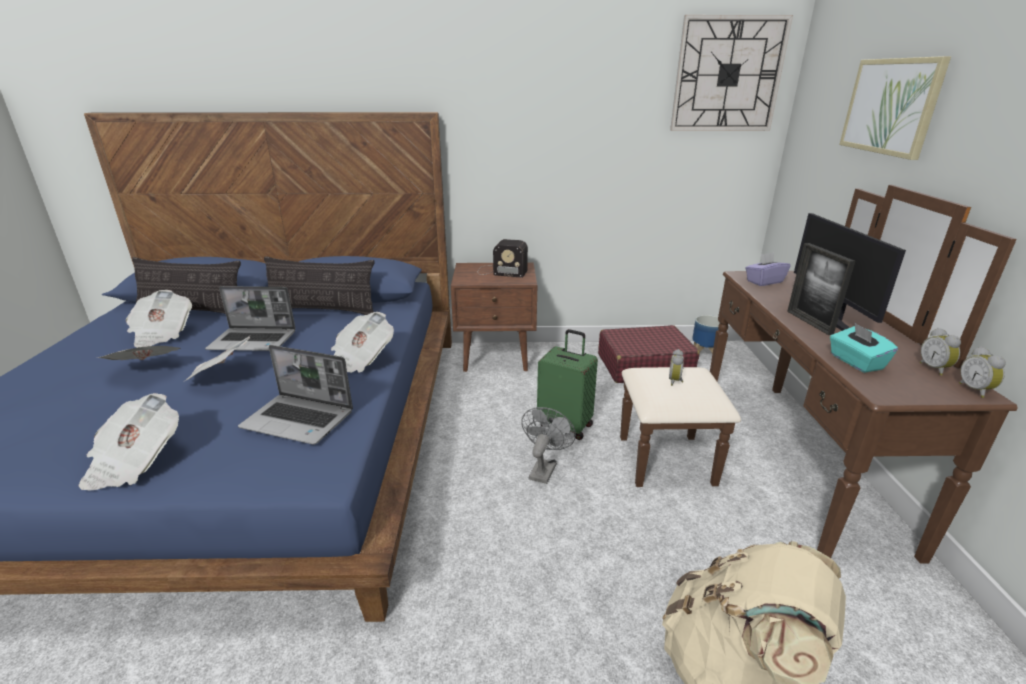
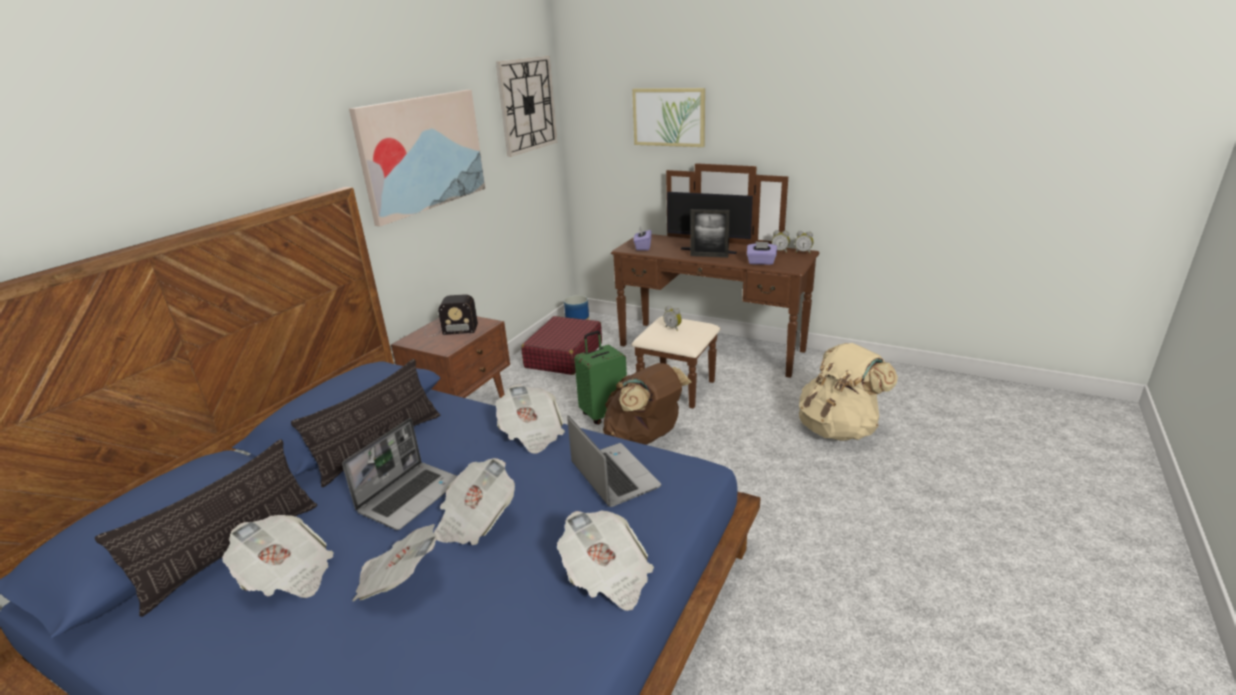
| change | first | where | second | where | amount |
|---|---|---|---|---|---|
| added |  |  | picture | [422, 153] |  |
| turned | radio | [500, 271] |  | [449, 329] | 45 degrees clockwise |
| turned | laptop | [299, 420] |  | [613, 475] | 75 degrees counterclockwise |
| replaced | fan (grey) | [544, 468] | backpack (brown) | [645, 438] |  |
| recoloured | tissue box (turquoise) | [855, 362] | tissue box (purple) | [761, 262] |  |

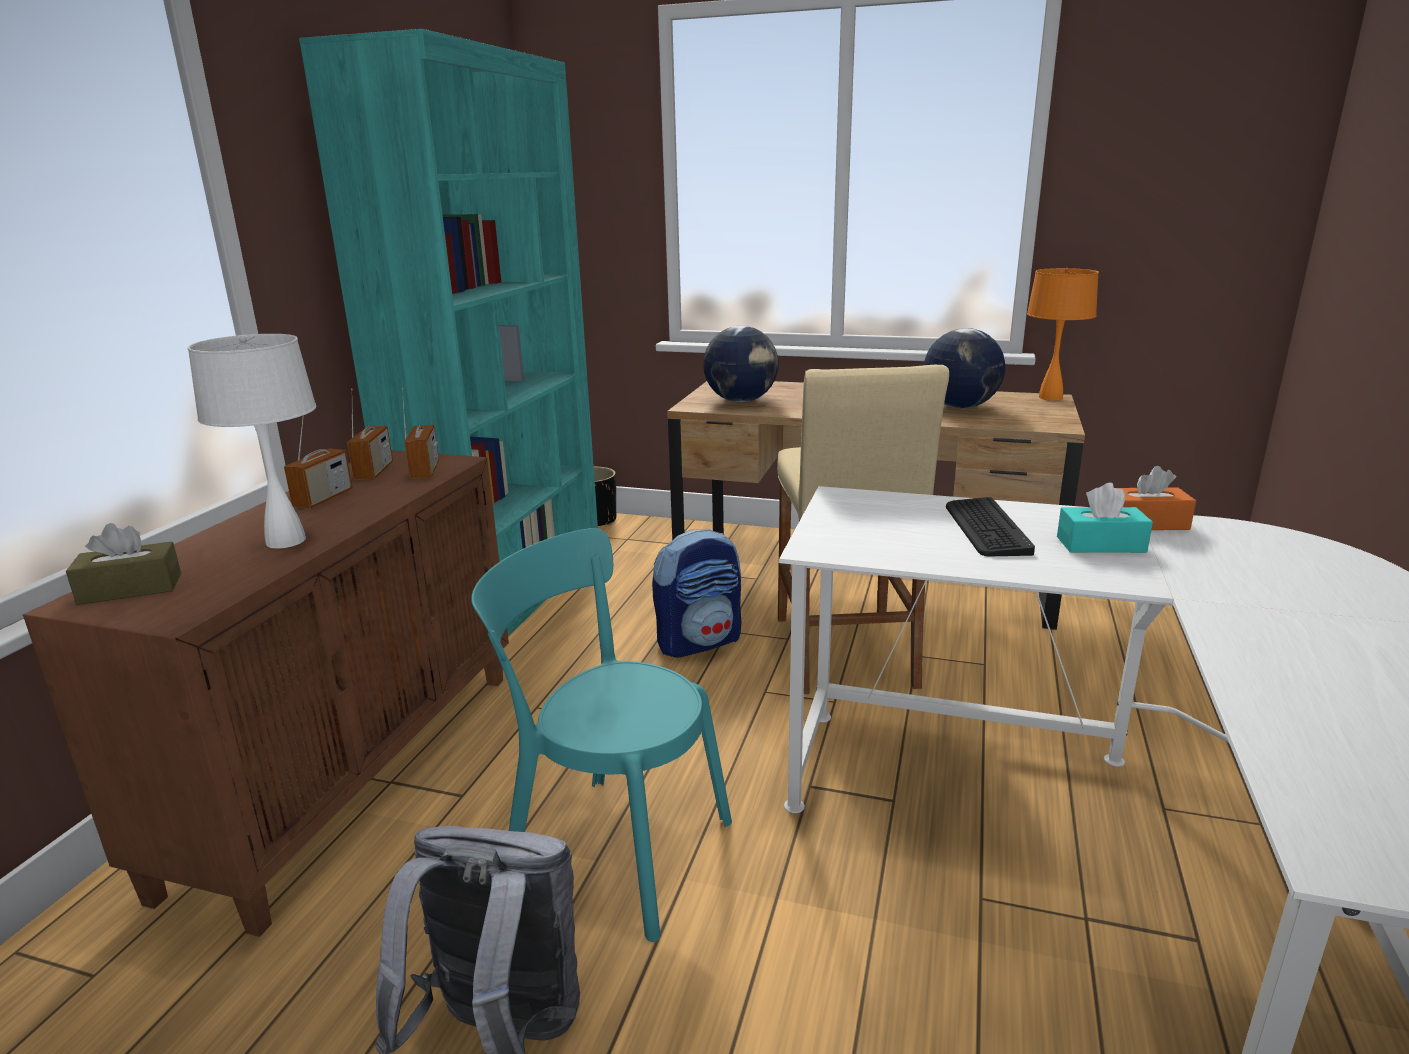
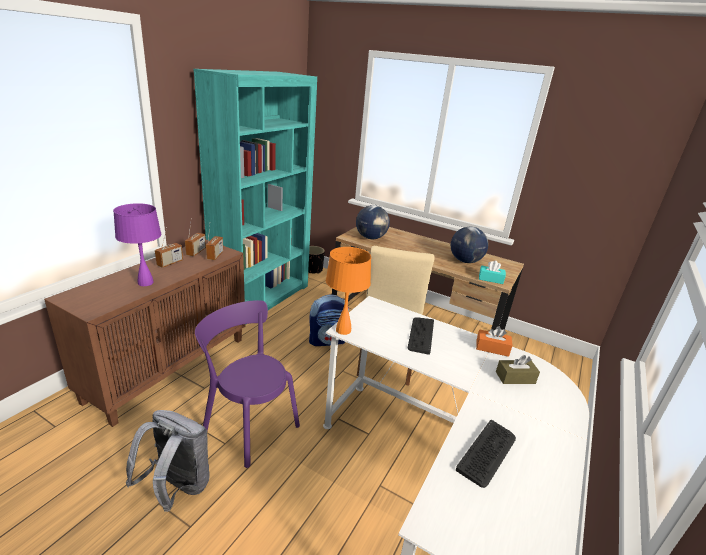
| change | first | where | second | where | amount |
|---|---|---|---|---|---|
| recoloured | table lamp (white) | [285, 541] | table lamp (purple) | [145, 282] |  |
| recoloured | chair (turquoise) | [611, 848] | chair (purple) | [249, 425] |  |
| moved | table lamp (orange) | [1050, 397] |  | [343, 330] |  |
| added |  |  | keyboard | [487, 453] |  |
| moved | tissue box (turquoise) | [1101, 544] |  | [490, 279] |  |
| moved | tissue box (brown) | [130, 589] |  | [515, 377] |  |

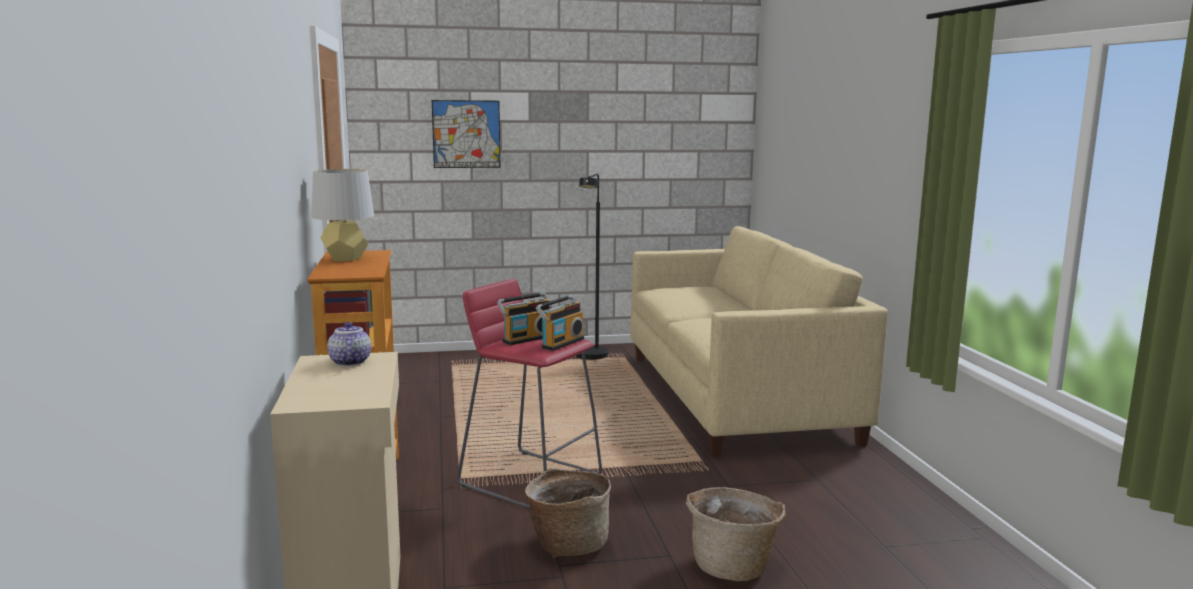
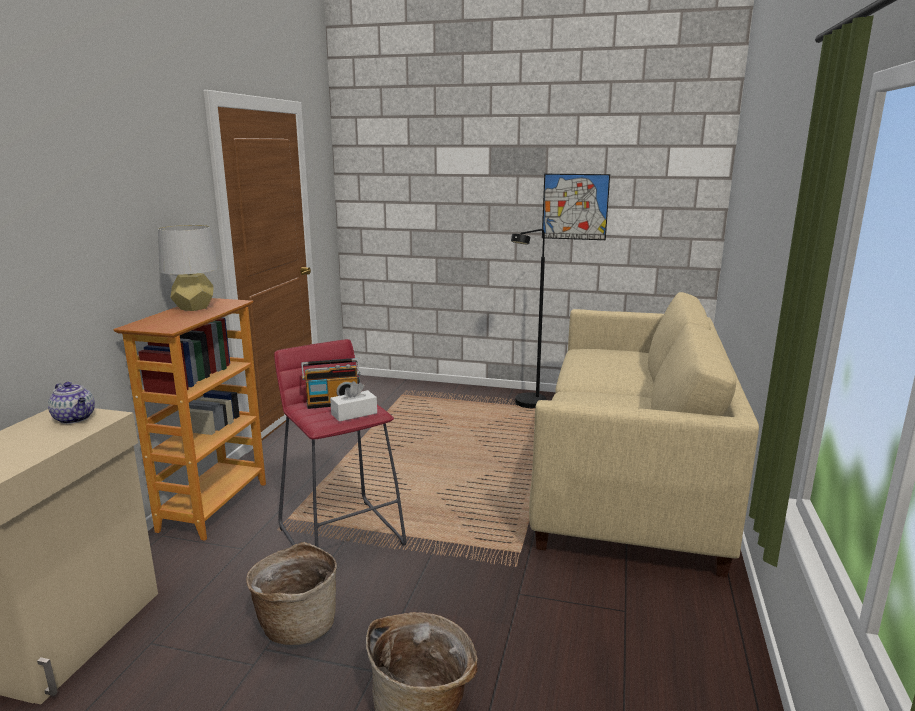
| change | first | where | second | where | amount |
|---|---|---|---|---|---|
| turned | teapot | [349, 362] |  | [75, 418] | 120 degrees clockwise |
| replaced | radio | [561, 343] | tissue box (white) | [354, 413] |  |
| moved | picture | [466, 134] |  | [575, 206] |  |

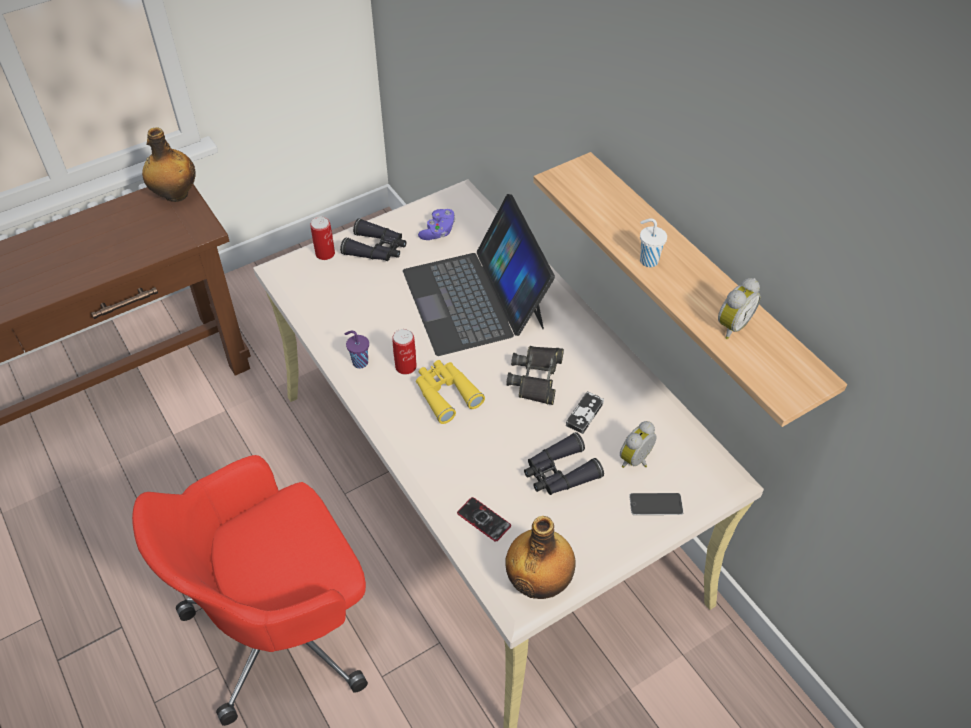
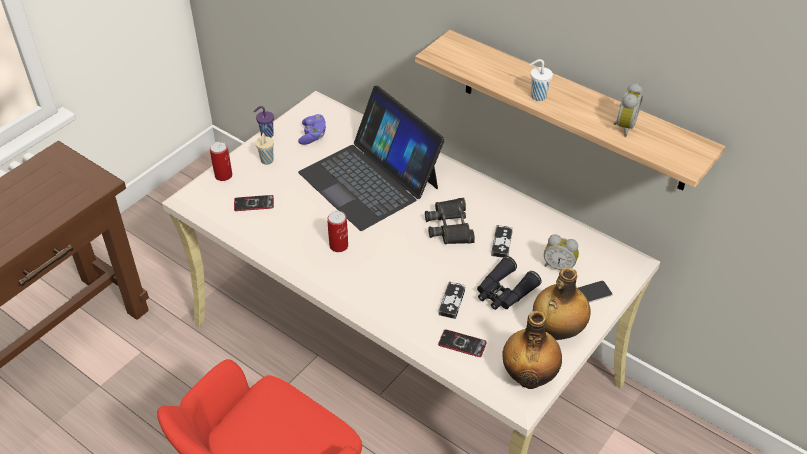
| change | first | where | second | where | amount |
|---|---|---|---|---|---|
| added |  |  | phone | [254, 203] |  |
| moved | cup (purple) | [359, 362] |  | [266, 135] |  |
| replaced | binoculars (black) | [376, 249] | cup (beige) | [267, 161] |  |
| added |  |  | game controller | [452, 301] |  |
| moved | bottle | [175, 195] |  | [557, 331] |  |
| turned | alarm clock | [637, 461] |  | [559, 266] | 90 degrees counterclockwise |
| removed | binoculars (yellow) | [446, 394] |  |  |  |

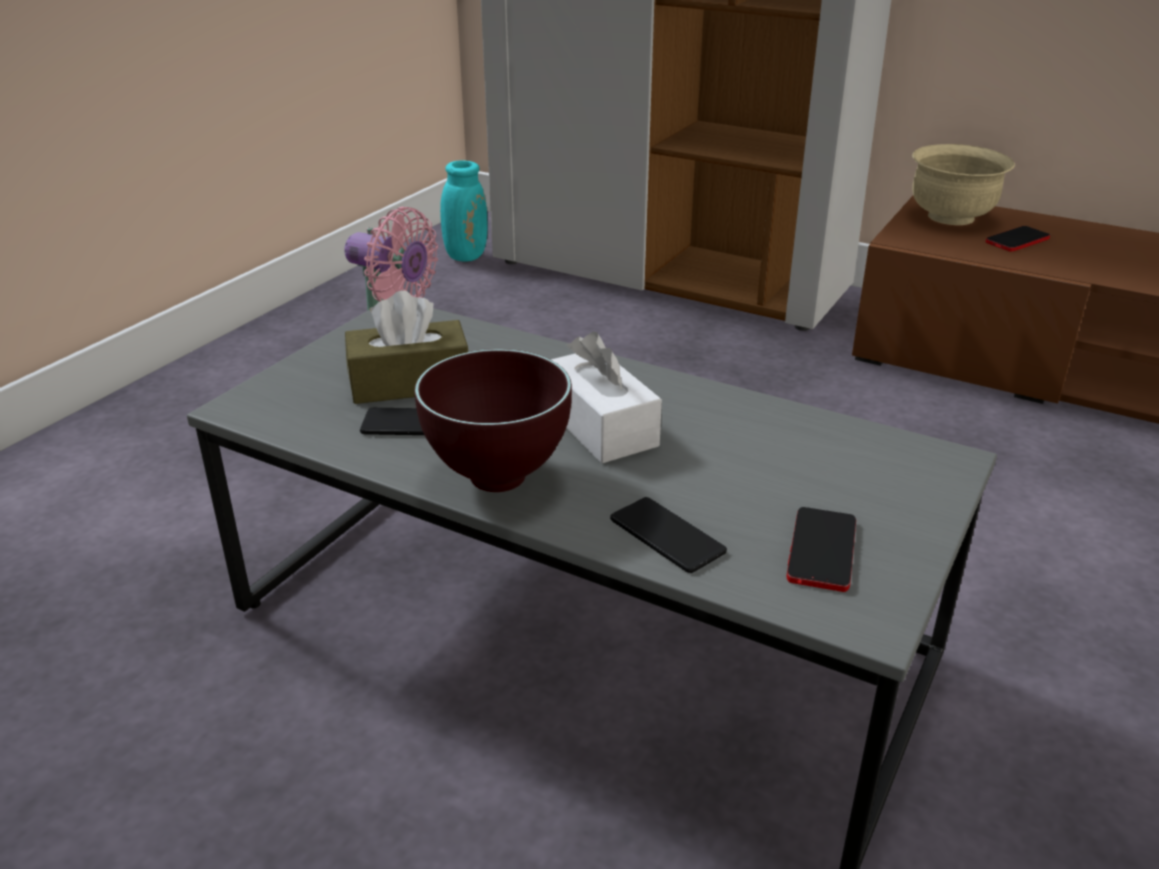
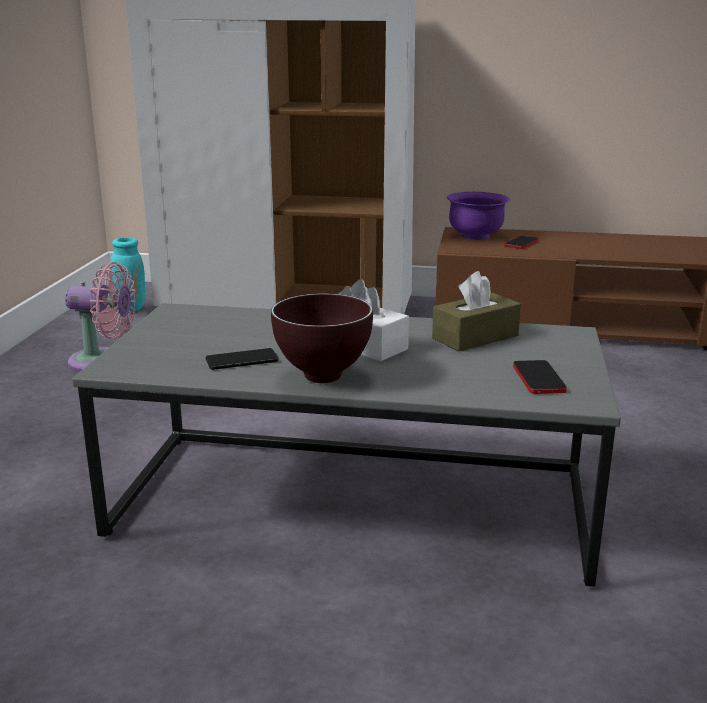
| change | first | where | second | where | amount |
|---|---|---|---|---|---|
| moved | tissue box (brown) | [409, 383] |  | [475, 337] |  |
| recoloured | bowl (beige) | [950, 217] | bowl (purple) | [475, 236] |  |
| removed | phone | [667, 536] |  |  |  |

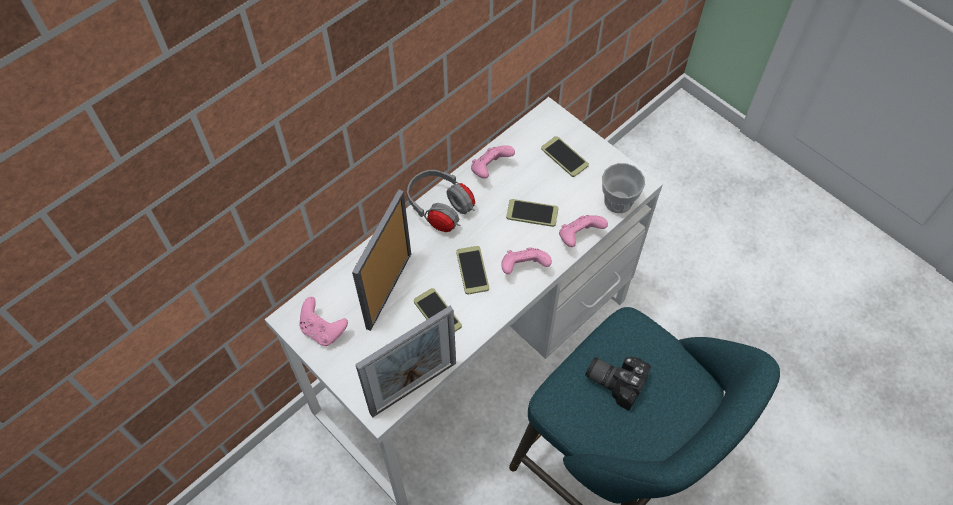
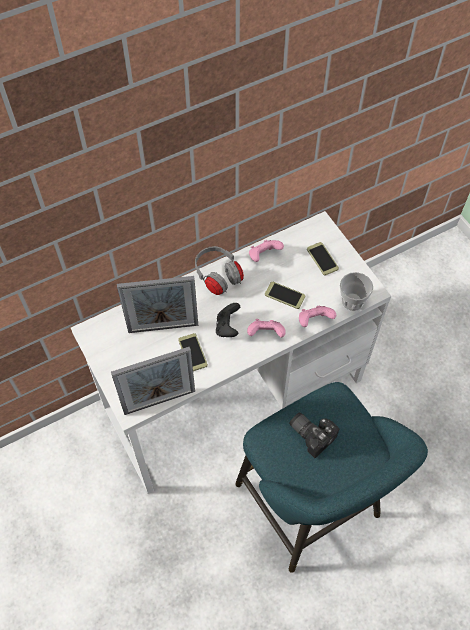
| change | first | where | second | where | amount |
|---|---|---|---|---|---|
| turned | picture frame | [389, 290] |  | [163, 327] | 135 degrees counterclockwise |
| replaced | phone | [472, 270] | game controller (black) | [227, 327] |  |
| removed | game controller (pink) | [323, 330] |  |  |  |

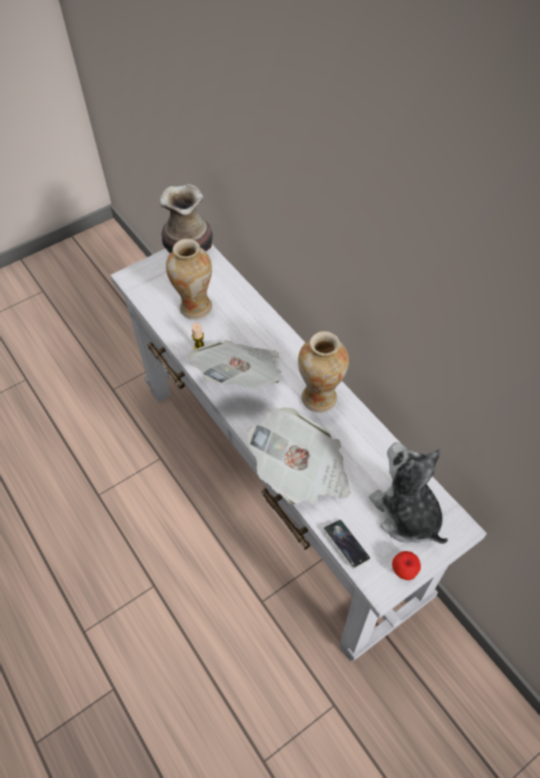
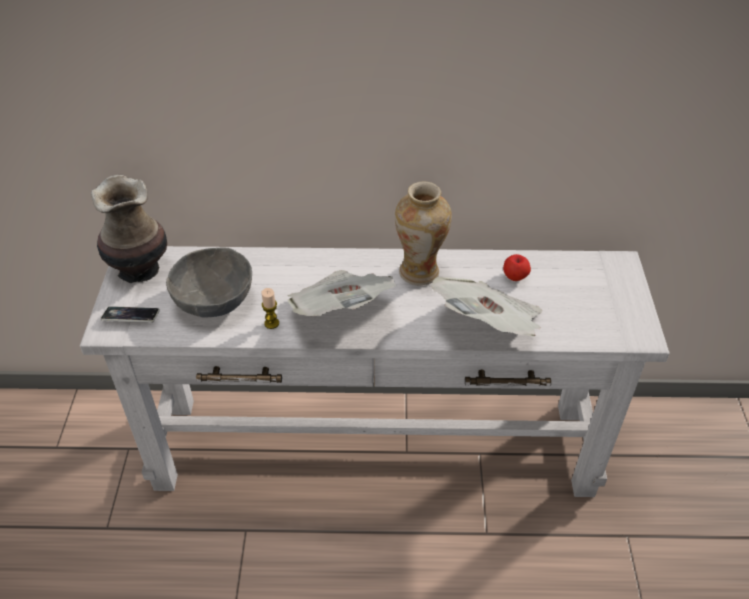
| change | first | where | second | where | amount |
|---|---|---|---|---|---|
| moved | phone | [346, 545] |  | [131, 317] |  |
| replaced | vase | [195, 307] | bowl (grey) | [214, 300] |  |
| moved | apple | [404, 570] |  | [515, 277] |  |
| removed | plush toy | [406, 513] |  |  |  |

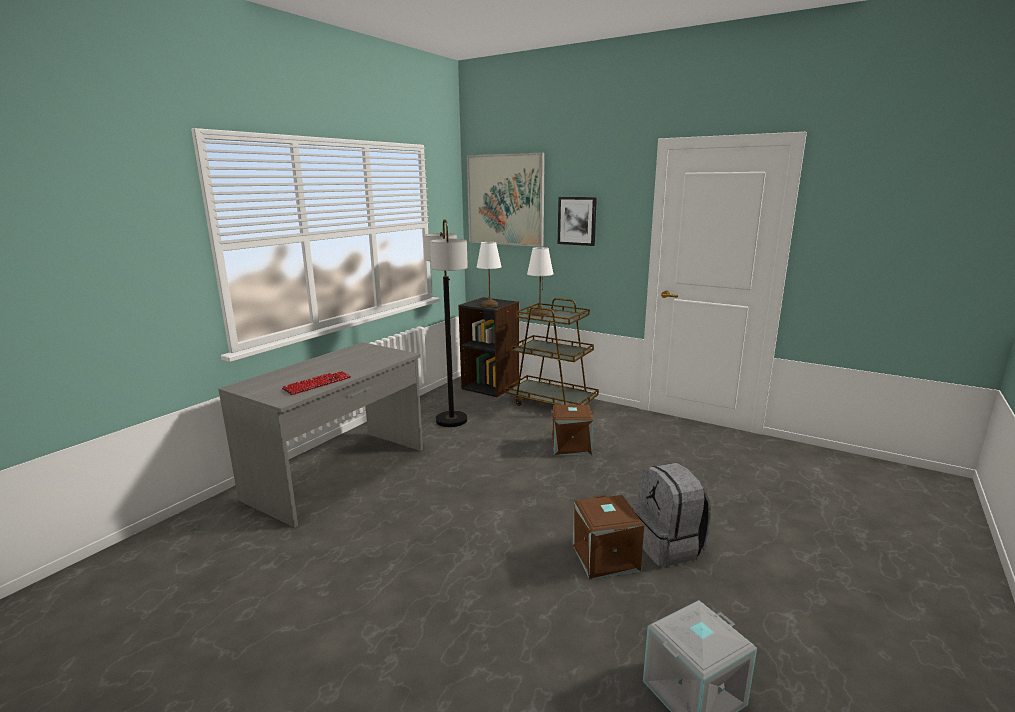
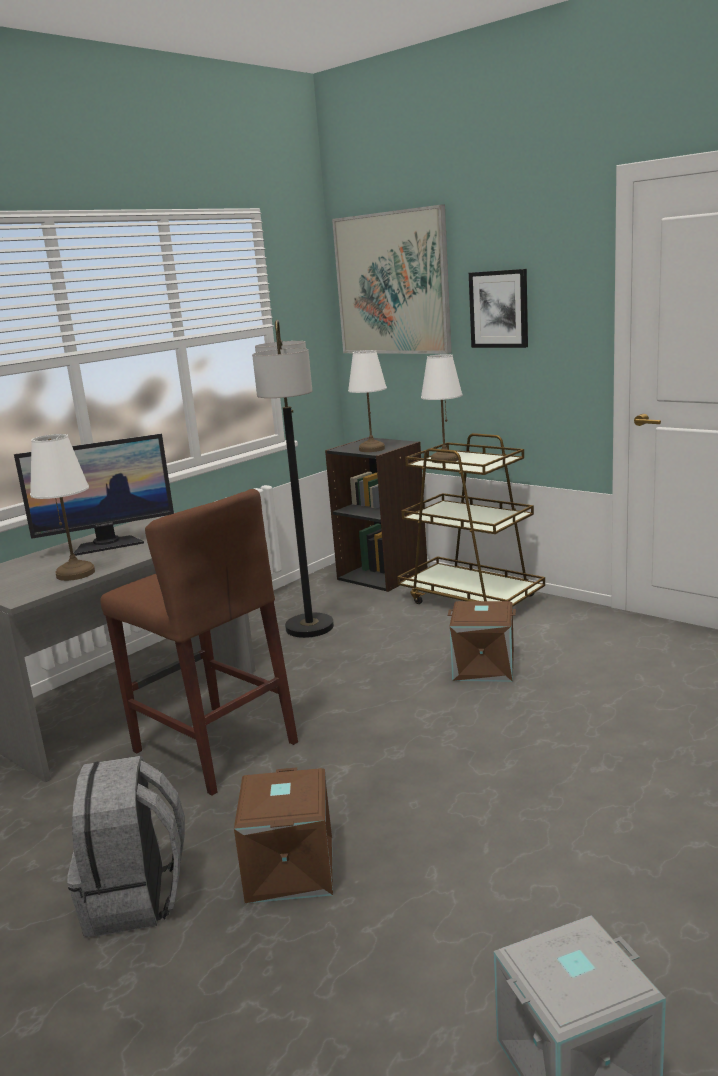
| change | first | where | second | where | amount |
|---|---|---|---|---|---|
| added |  |  | monitor | [107, 545] |  |
| replaced | keyboard | [317, 384] | table lamp (white) | [76, 573] |  |
| moved | backpack (grey) | [668, 546] |  | [136, 898] |  |
| added |  |  | stool (brown) | [214, 746] |  |
| moved | storage box (brown) | [604, 557] |  | [288, 869] |  |

